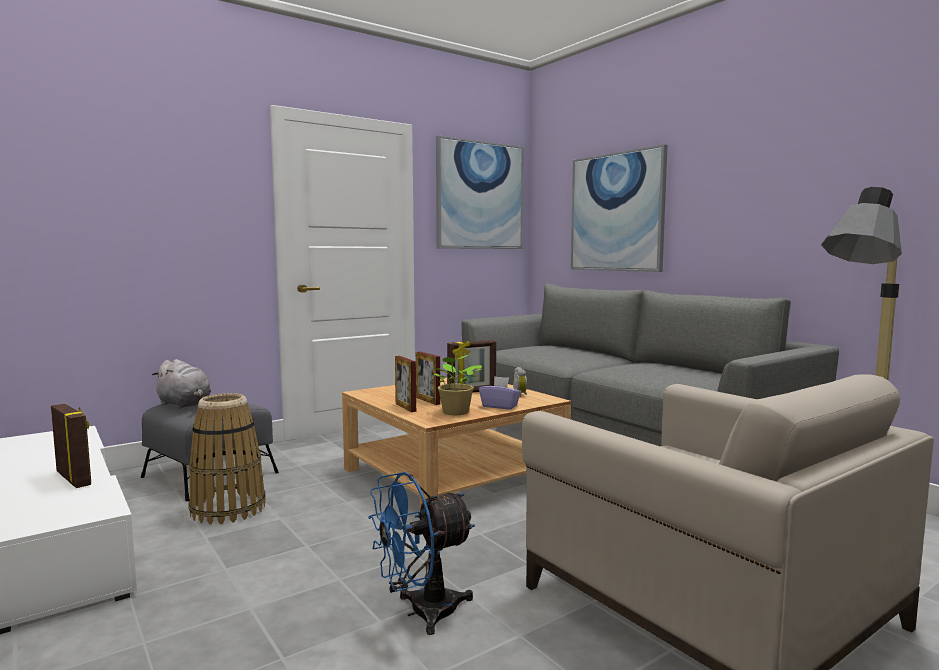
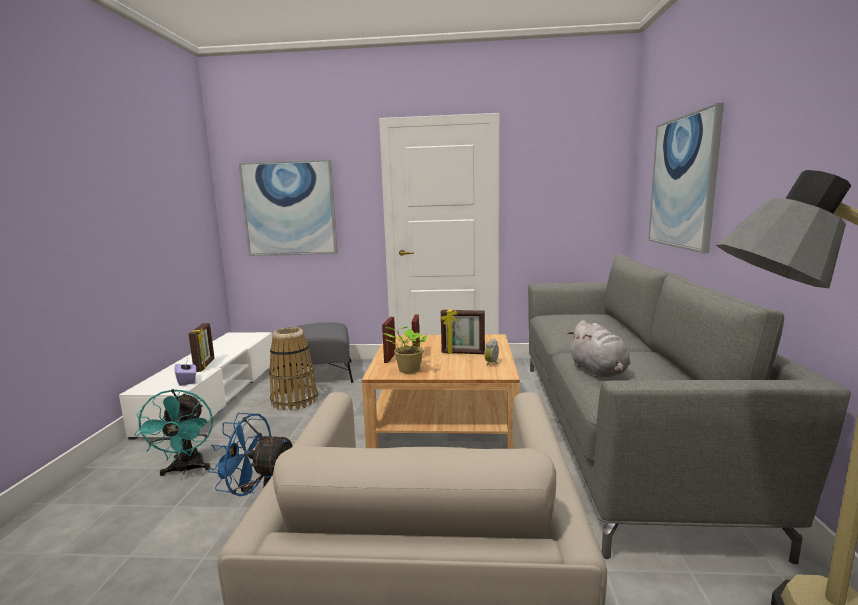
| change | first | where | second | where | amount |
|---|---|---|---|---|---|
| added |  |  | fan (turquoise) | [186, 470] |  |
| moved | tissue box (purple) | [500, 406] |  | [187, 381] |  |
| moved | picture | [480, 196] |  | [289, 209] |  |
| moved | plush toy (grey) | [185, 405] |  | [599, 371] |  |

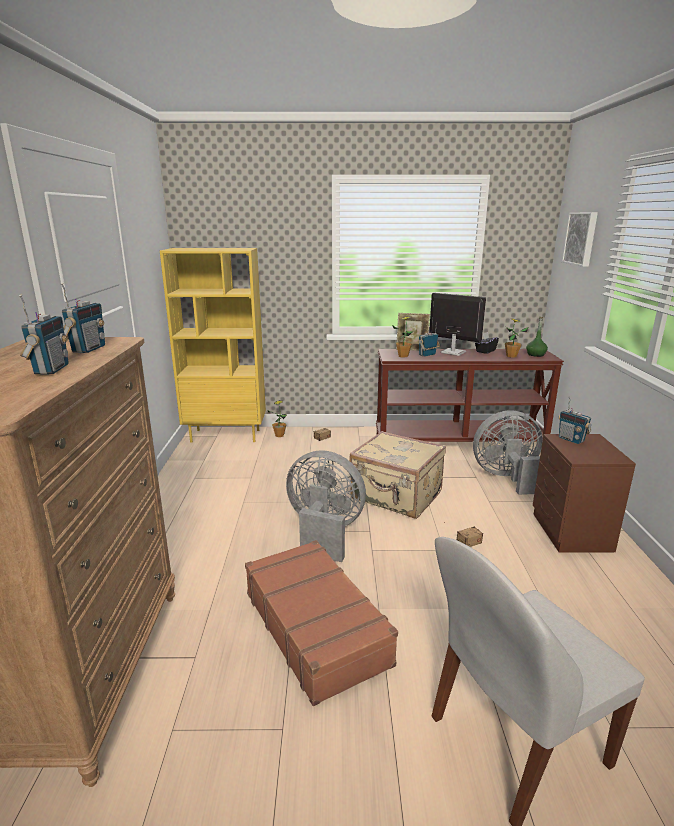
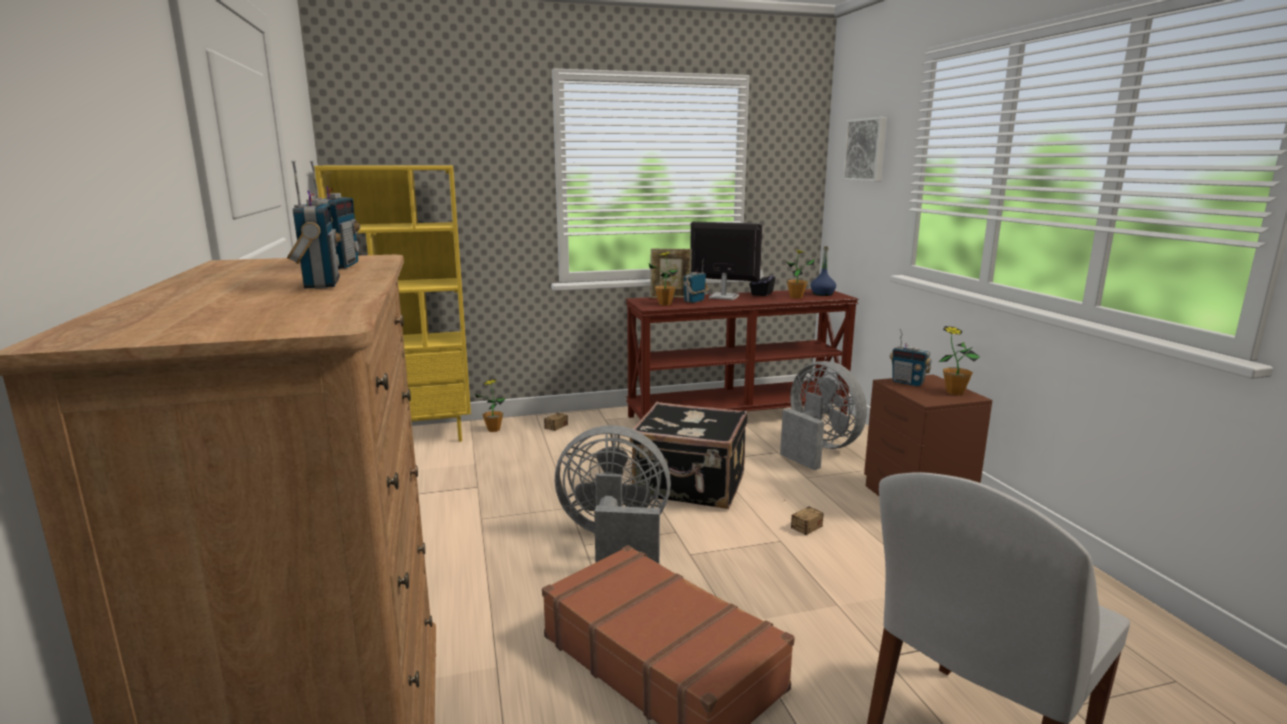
| change | first | where | second | where | amount |
|---|---|---|---|---|---|
| recoloured | suitcase (beige) | [396, 497] | suitcase (black) | [690, 486] |  |
| turned | fan (grey) | [509, 478] |  | [818, 449] | 75 degrees clockwise |
| recoloured | bottle (green) | [535, 354] | bottle (blue) | [822, 294] |  |
| added |  |  | potted plant | [954, 392] |  |

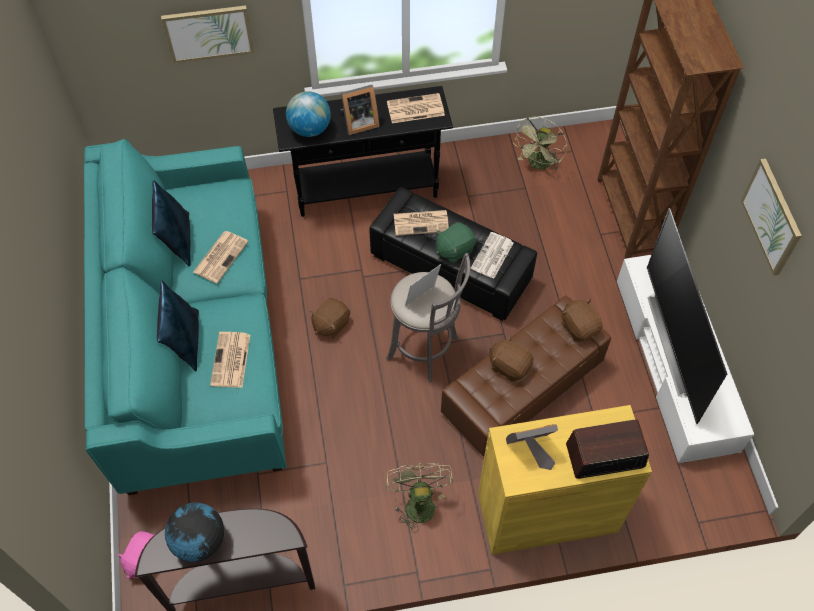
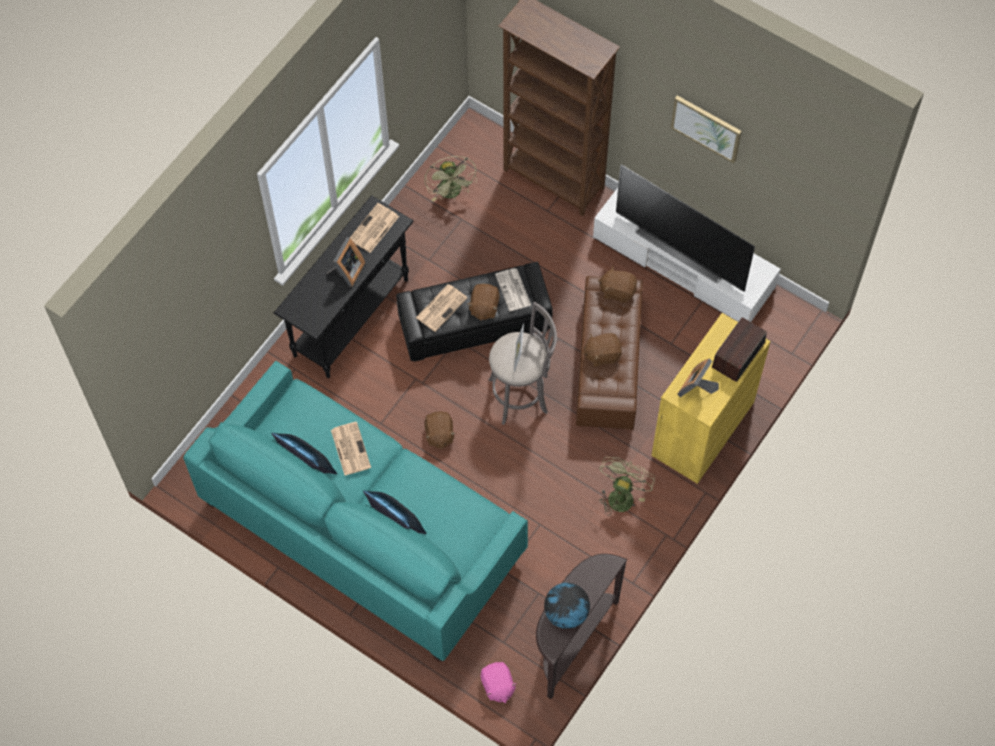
| change | first | where | second | where | amount |
|---|---|---|---|---|---|
| recoloured | plush toy (green) | [454, 249] | plush toy (brown) | [484, 307] |  |
| turned | fan (green) | [418, 502] |  | [622, 494] | 75 degrees clockwise |
| removed | picture | [208, 33] |  |  |  |
| removed | newspaper | [231, 361] |  |  |  |
| removed | globe | [310, 129] |  |  |  |

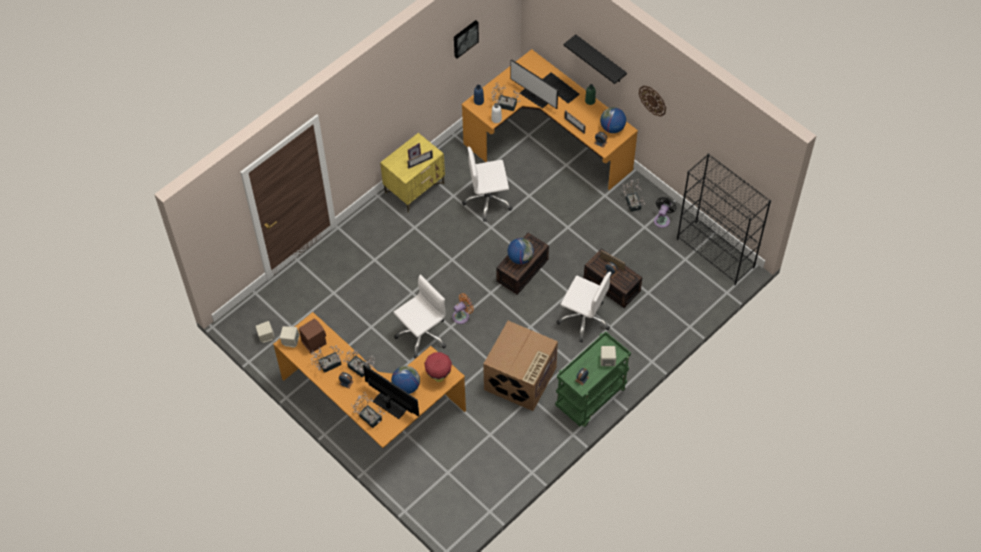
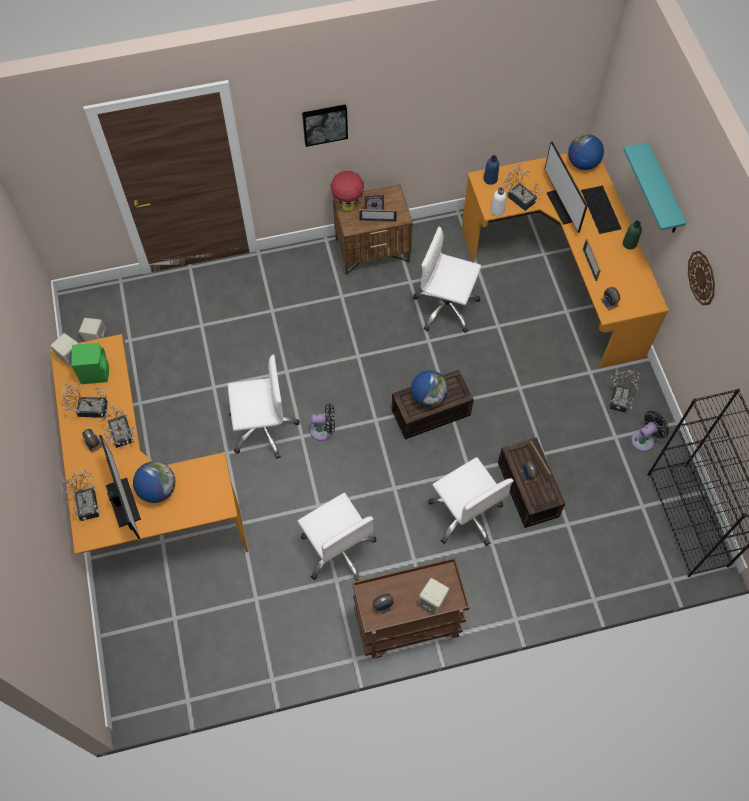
| change | first | where | second | where | amount |
|---|---|---|---|---|---|
| recoloured | speaker (brown) | [314, 342] | speaker (green) | [95, 372] |  |
| replaced | cardboard box | [520, 380] | office chair (white) | [338, 549] |  |
| moved | picture | [465, 38] |  | [324, 123] |  |
| recoloured | fan (orange) | [462, 316] | fan (black) | [324, 430] |  |
| moved | table lamp (red) | [439, 377] |  | [348, 205] |  |
| recoloured | nightstand (yellow) | [414, 187] | nightstand (brown) | [373, 250] |  |
| recoloured | cart (green) | [591, 399] | cart (brown) | [407, 625] |  |
| moved | globe | [612, 128] |  | [582, 163] |  |
| recoloured | shelf (black) | [600, 60] | shelf (turquoise) | [663, 191] |  |

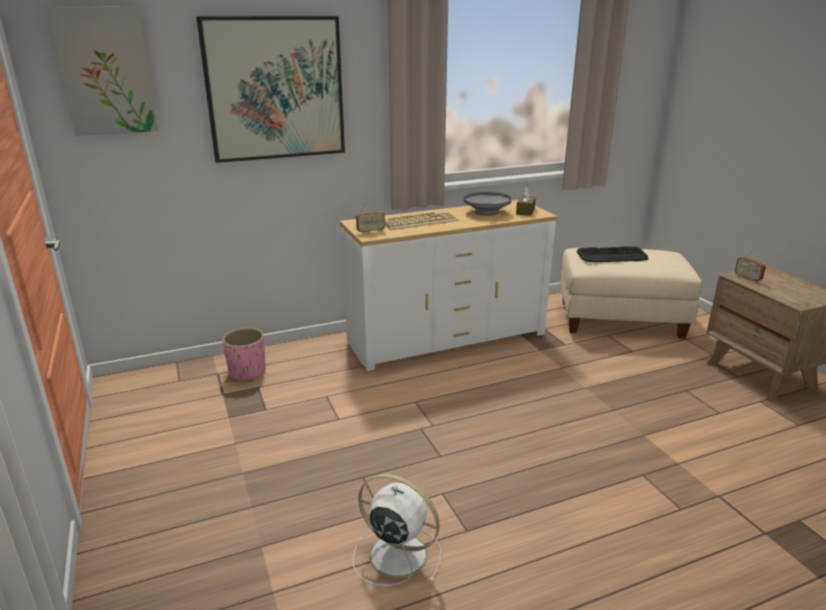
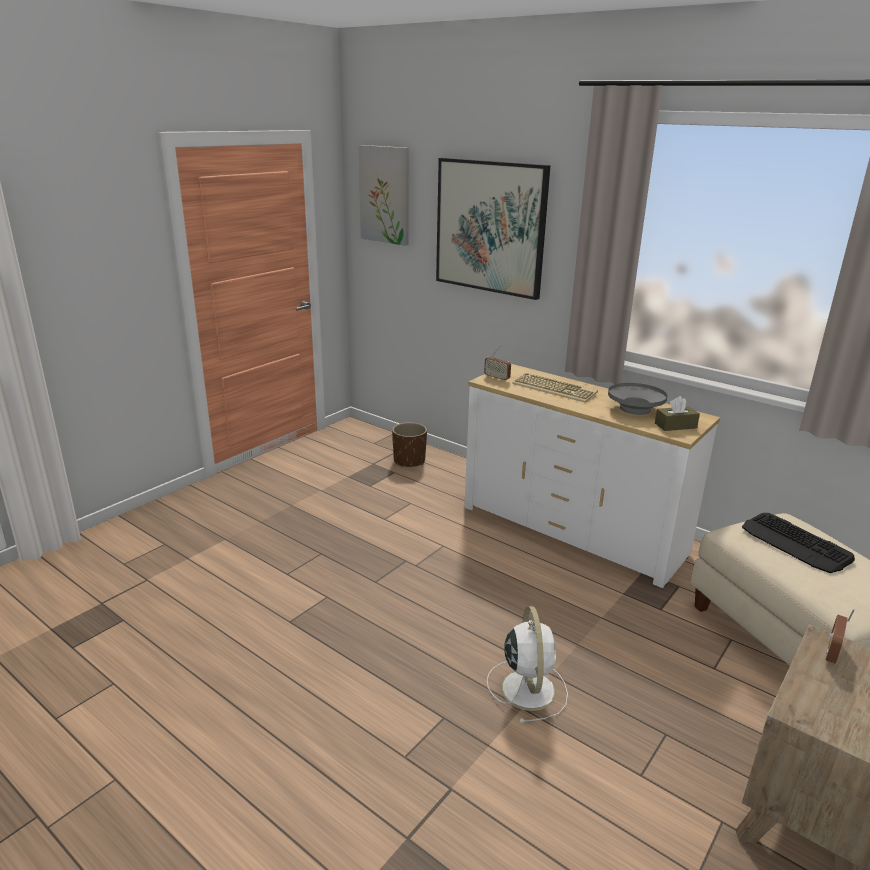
| change | first | where | second | where | amount |
|---|---|---|---|---|---|
| recoloured | planter (pink) | [247, 372] | planter (brown) | [409, 461] |  |
| moved | fan (white) | [395, 554] |  | [527, 687] |  |

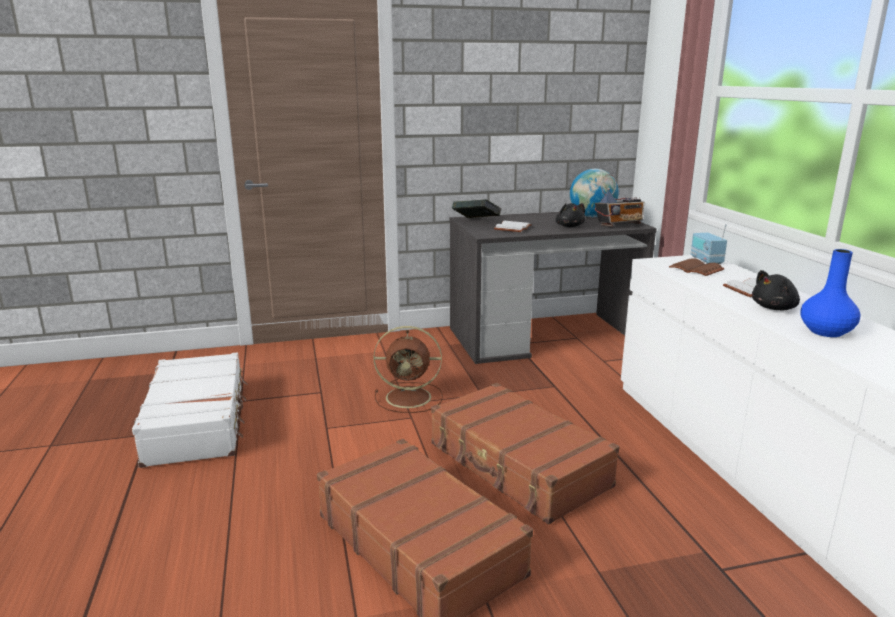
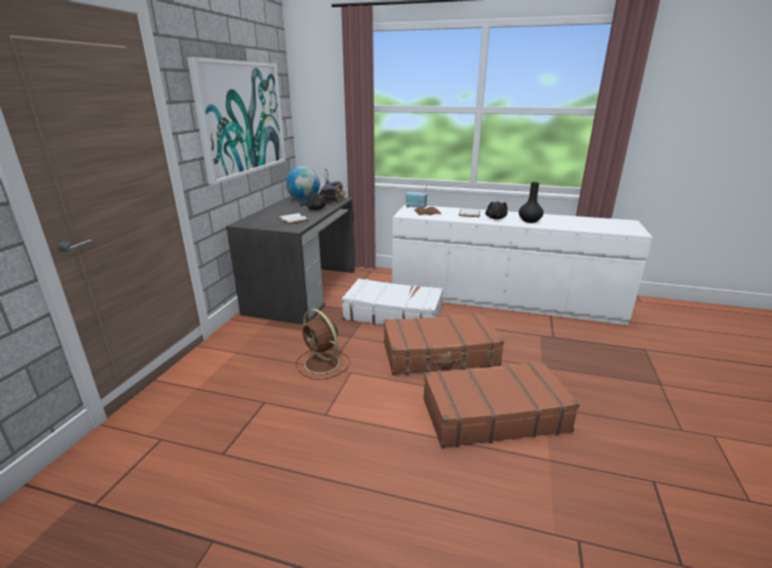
| change | first | where | second | where | amount |
|---|---|---|---|---|---|
| added |  |  | picture | [242, 118] |  |
| turned | fan (brown) | [410, 397] |  | [323, 364] | 105 degrees clockwise |
| moved | suitcase (white) | [198, 421] |  | [393, 314] |  |
| recoloured | vase (blue) | [826, 332] | vase (black) | [530, 221] |  |
| removed | book | [476, 222] |  |  |  |

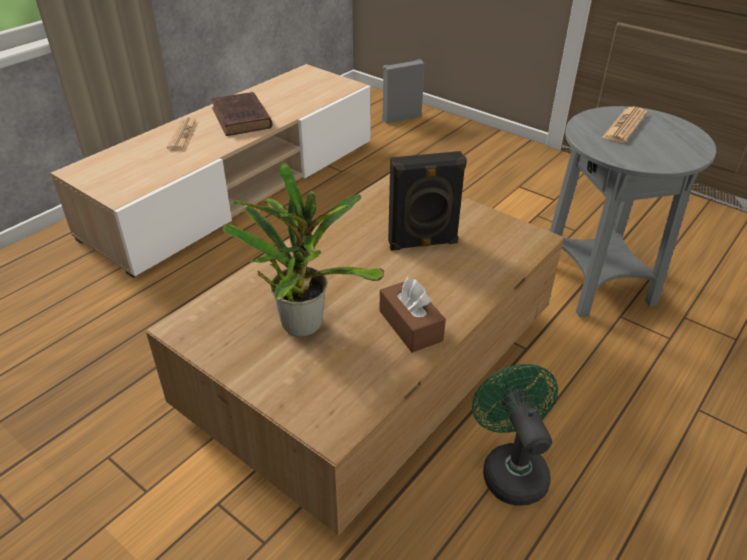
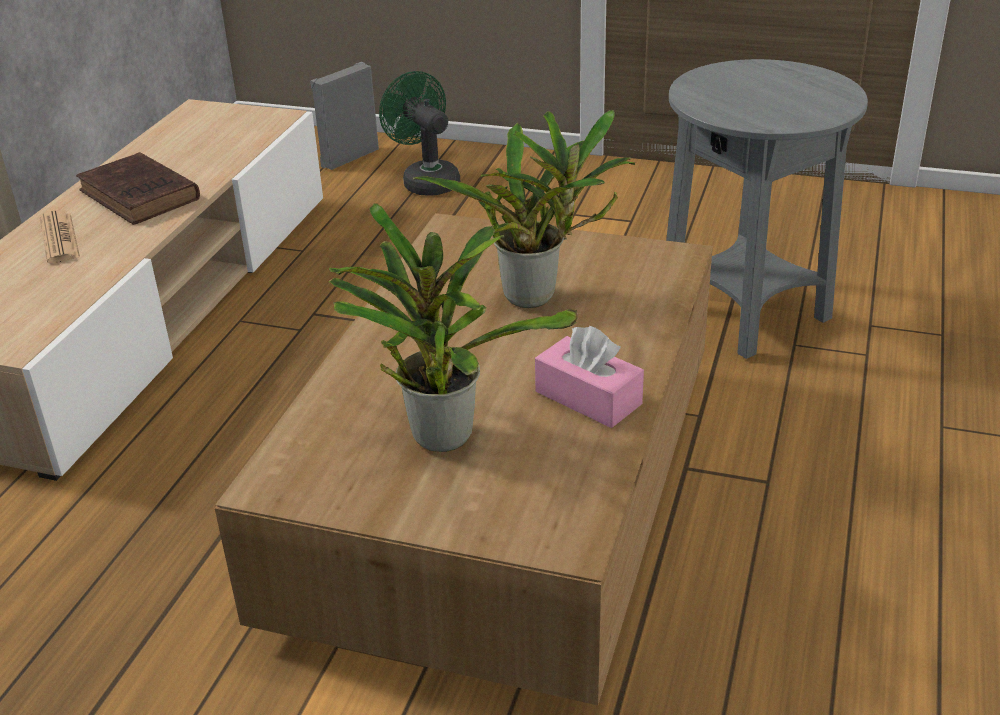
| change | first | where | second | where | amount |
|---|---|---|---|---|---|
| moved | fan (green) | [510, 468] |  | [426, 181] |  |
| replaced | speaker (black) | [423, 243] | potted plant | [537, 297] |  |
| recoloured | tissue box (brown) | [410, 326] | tissue box (pink) | [588, 398] |  |
| removed | newspaper | [624, 126] |  |  |  |

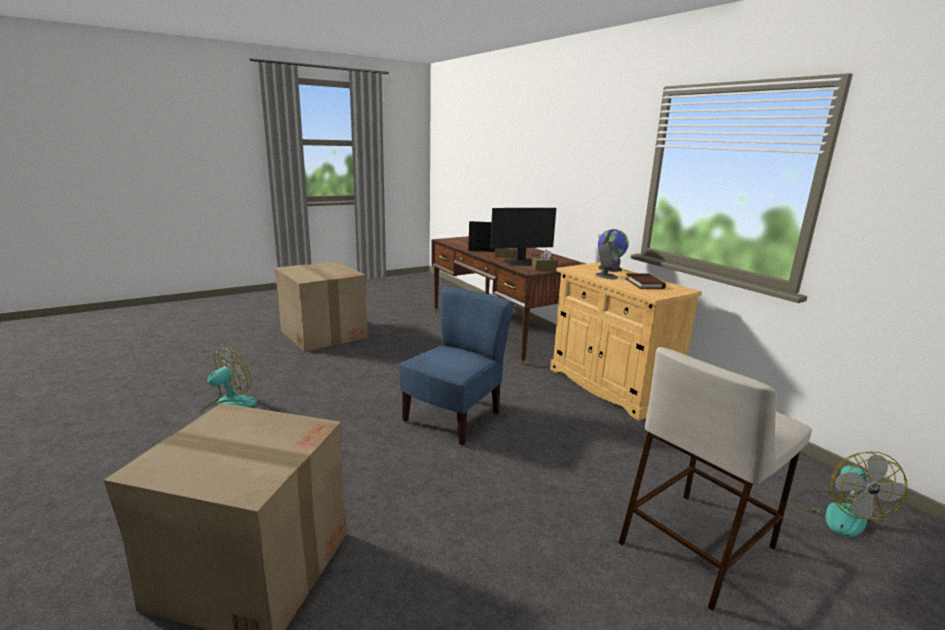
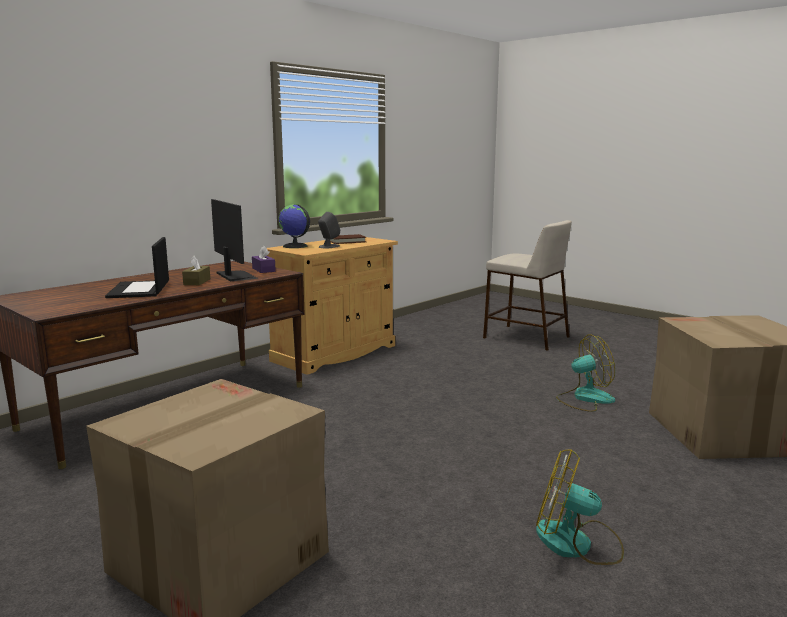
| change | first | where | second | where | amount |
|---|---|---|---|---|---|
| recoloured | tissue box (brown) | [544, 268] | tissue box (purple) | [263, 270] |  |
| moved | fan | [837, 513] |  | [584, 398] |  |
| removed | chair (blue) | [453, 418] |  |  |  |

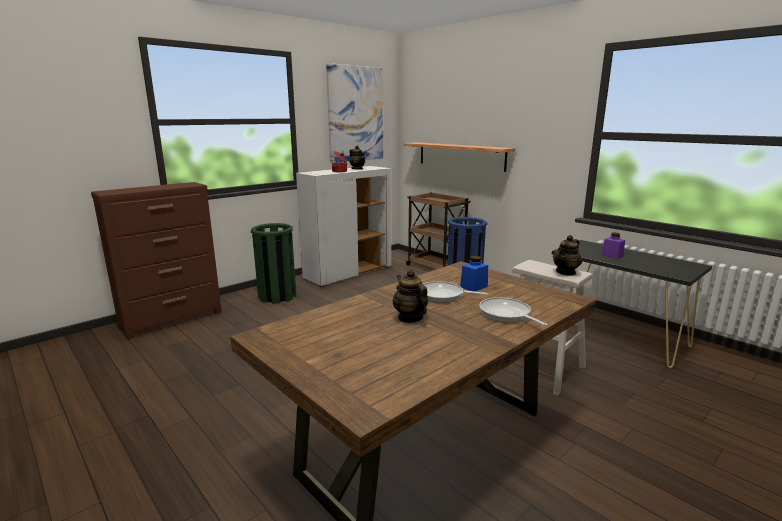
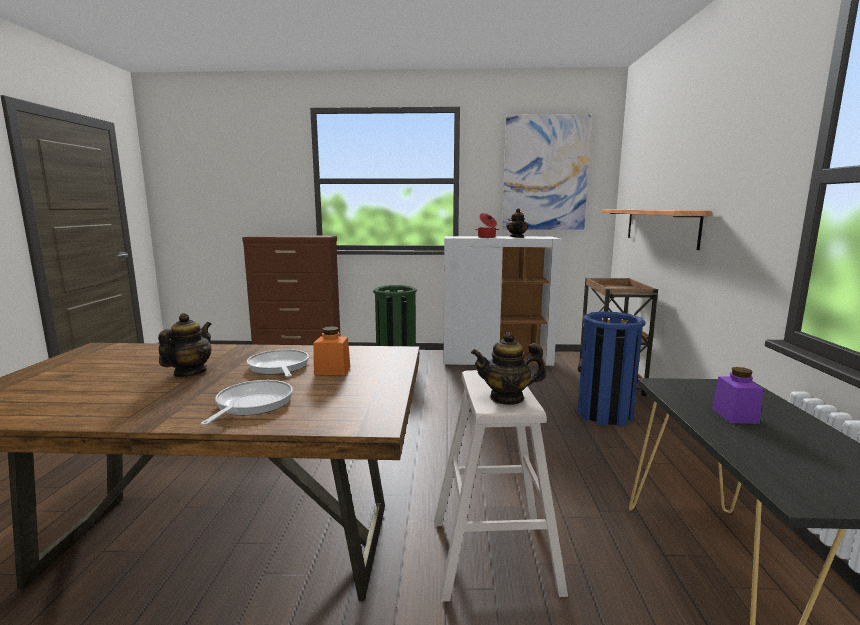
| change | first | where | second | where | amount |
|---|---|---|---|---|---|
| recoloured | jar (blue) | [473, 287] | jar (orange) | [332, 370] |  |

